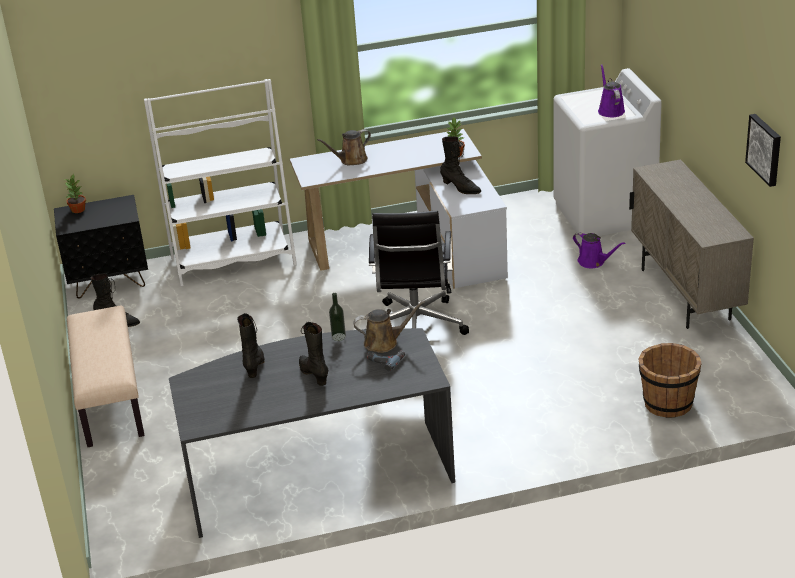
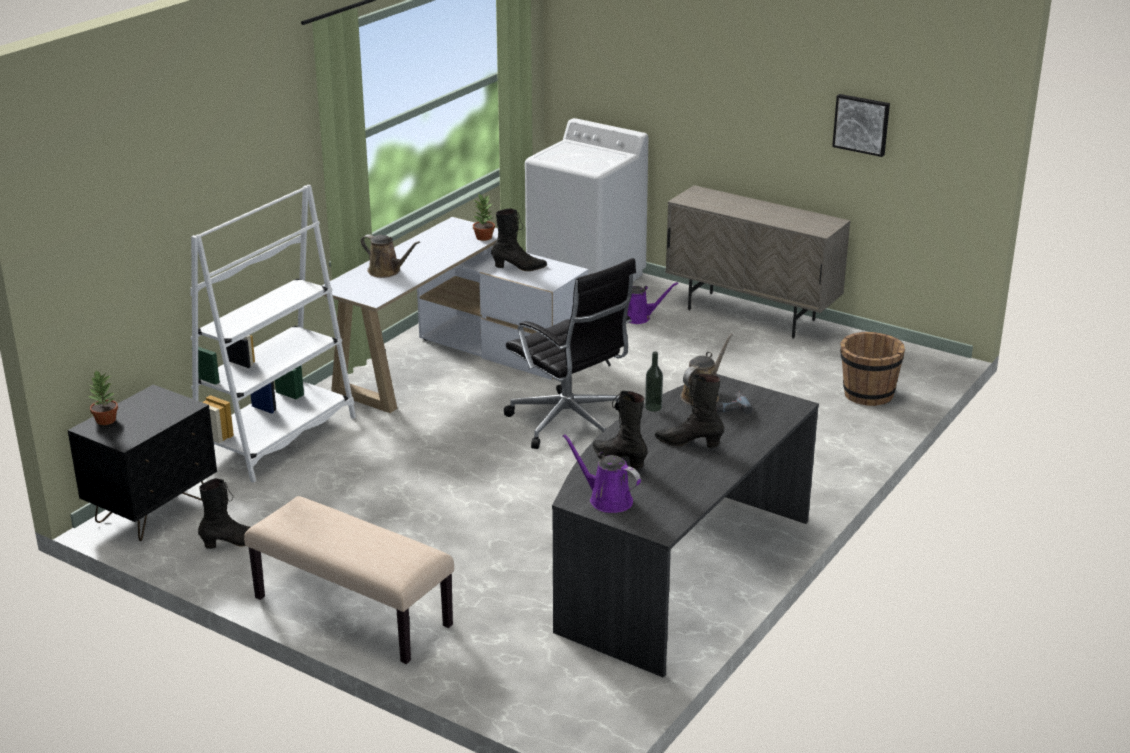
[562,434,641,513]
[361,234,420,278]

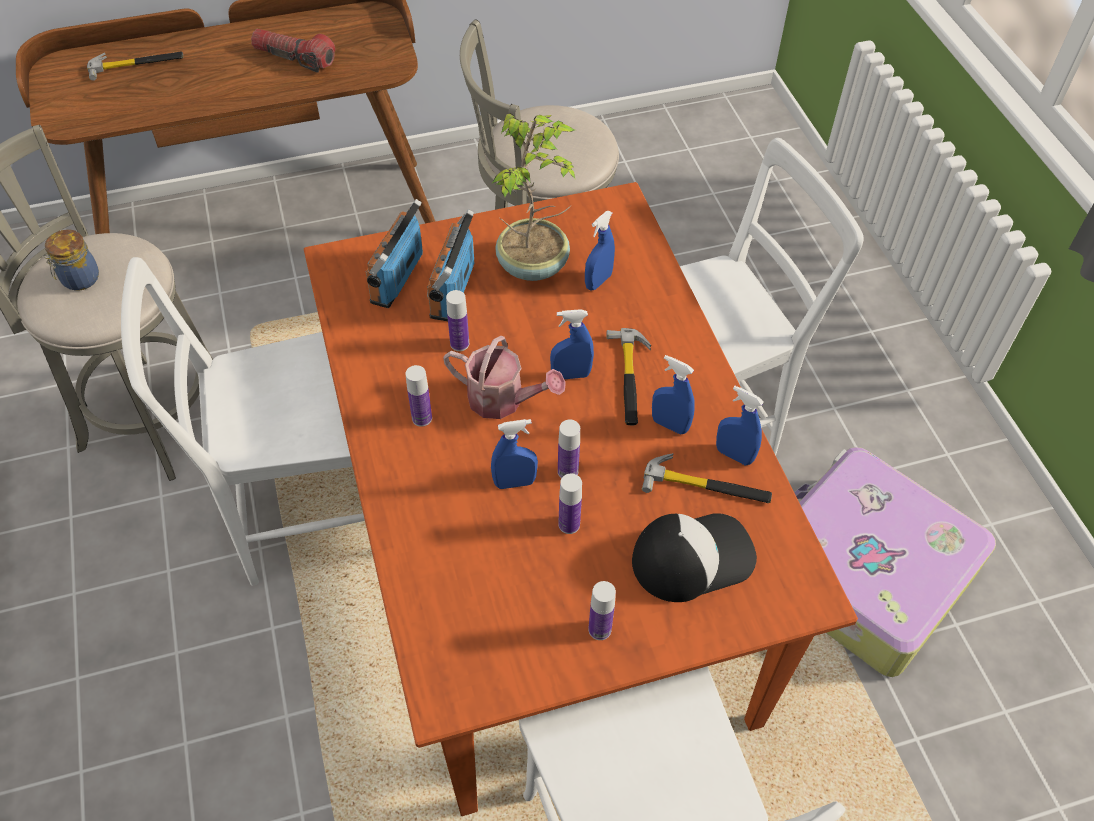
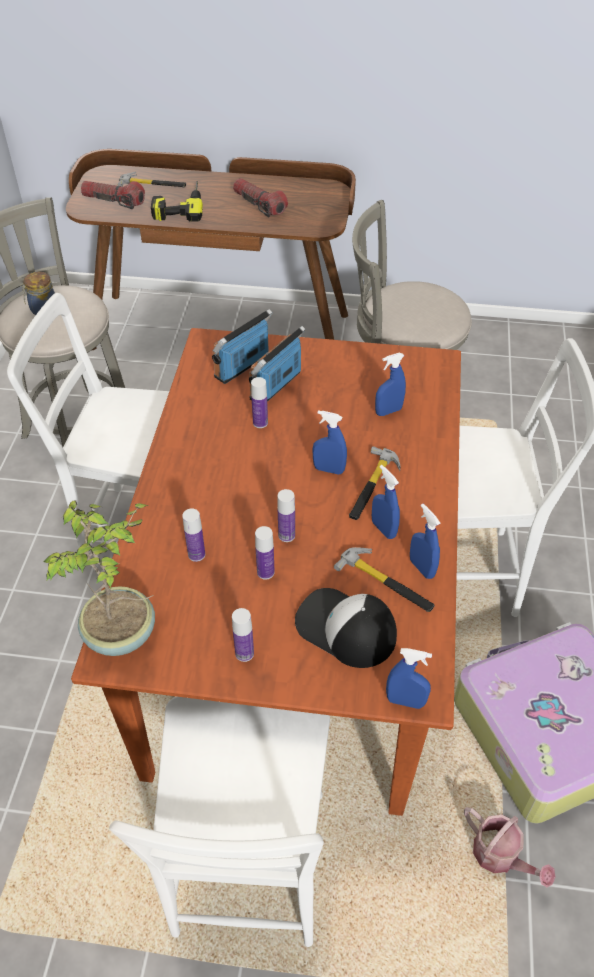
[81,181,145,209]
[151,181,203,222]
[182,508,205,562]
[464,807,556,887]
[43,500,155,656]
[386,648,432,709]
[295,588,397,668]

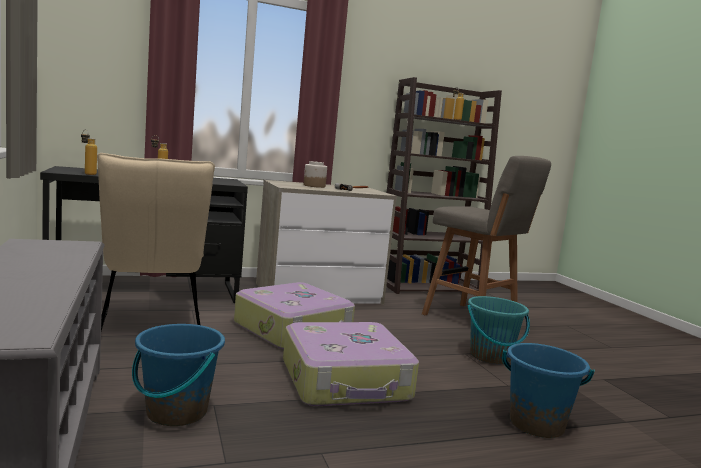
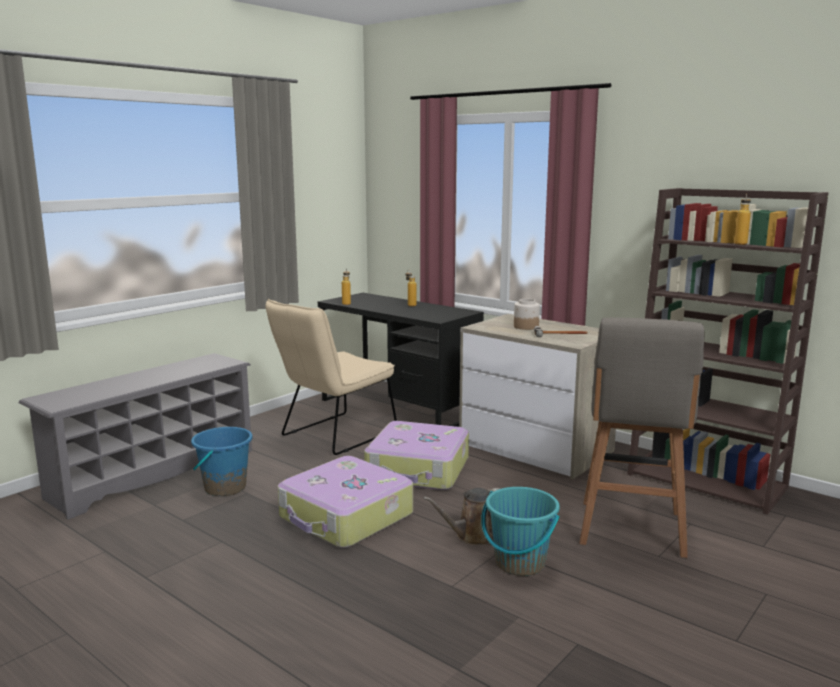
[502,343,595,438] (first image)
[423,488,500,545]

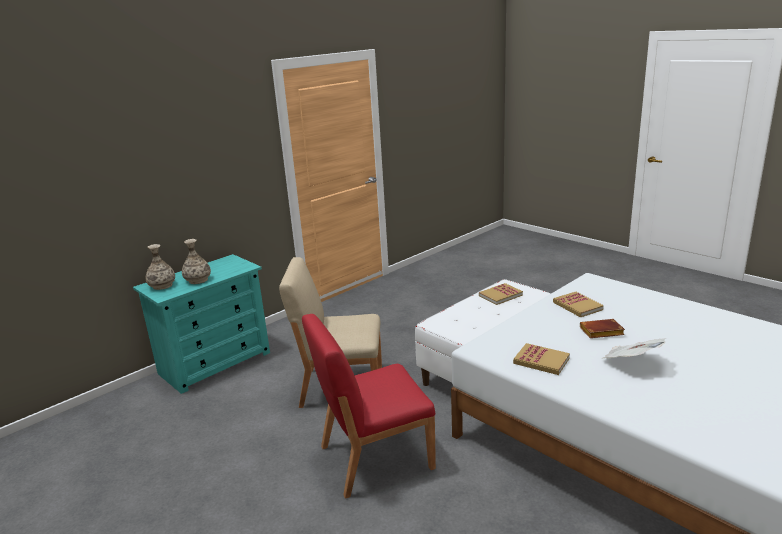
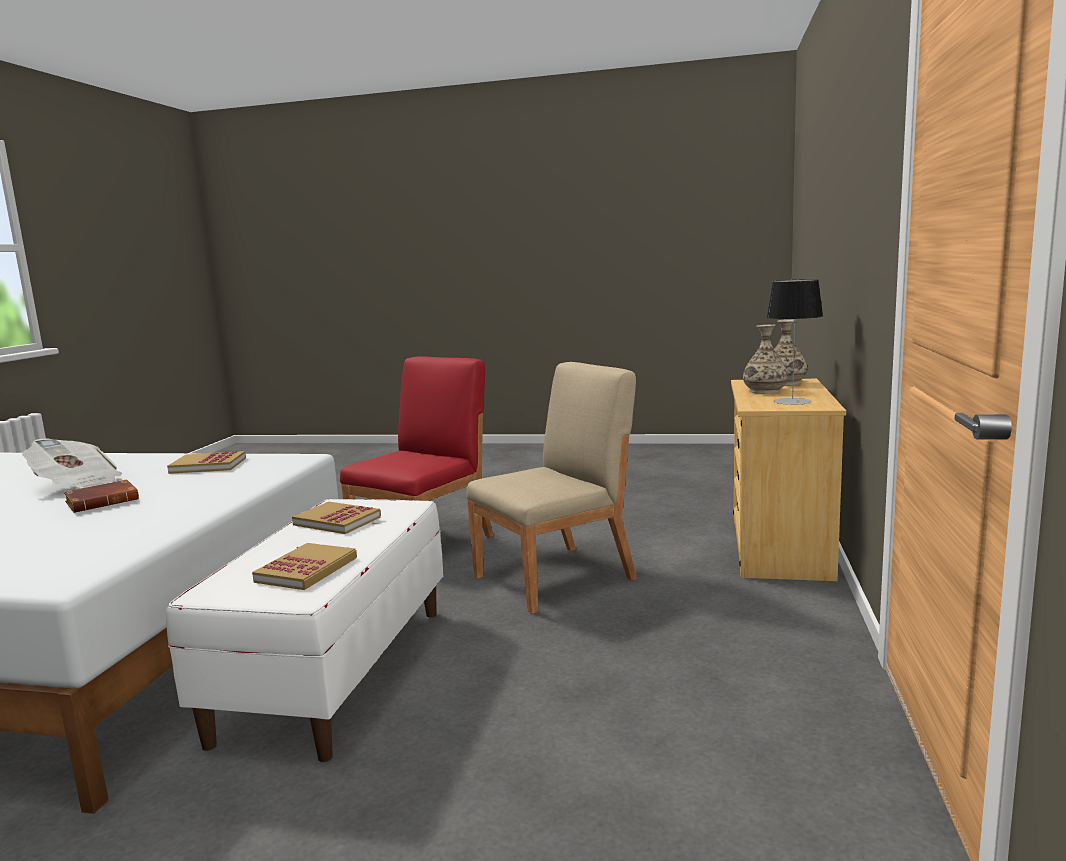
[767,279,823,405]
[292,502,381,534]
[731,379,846,581]

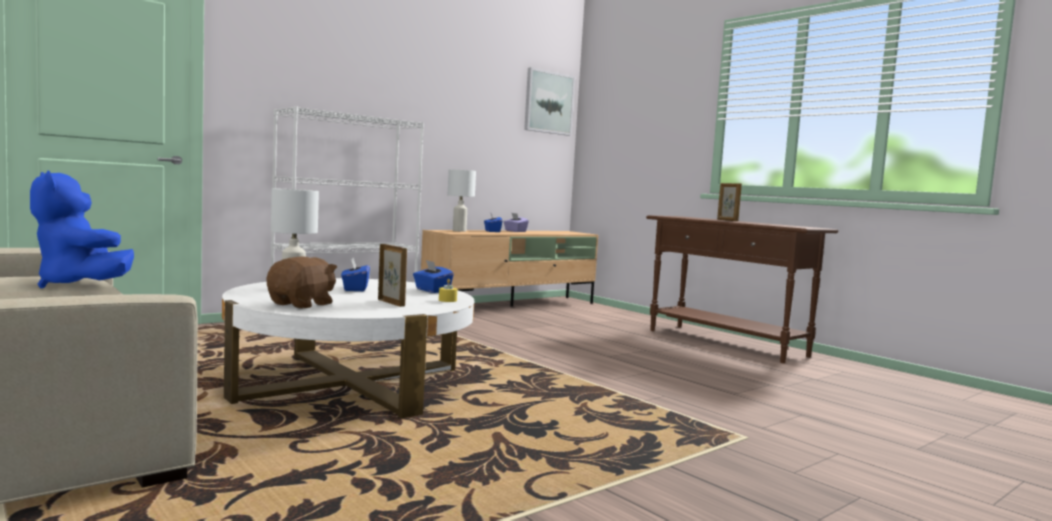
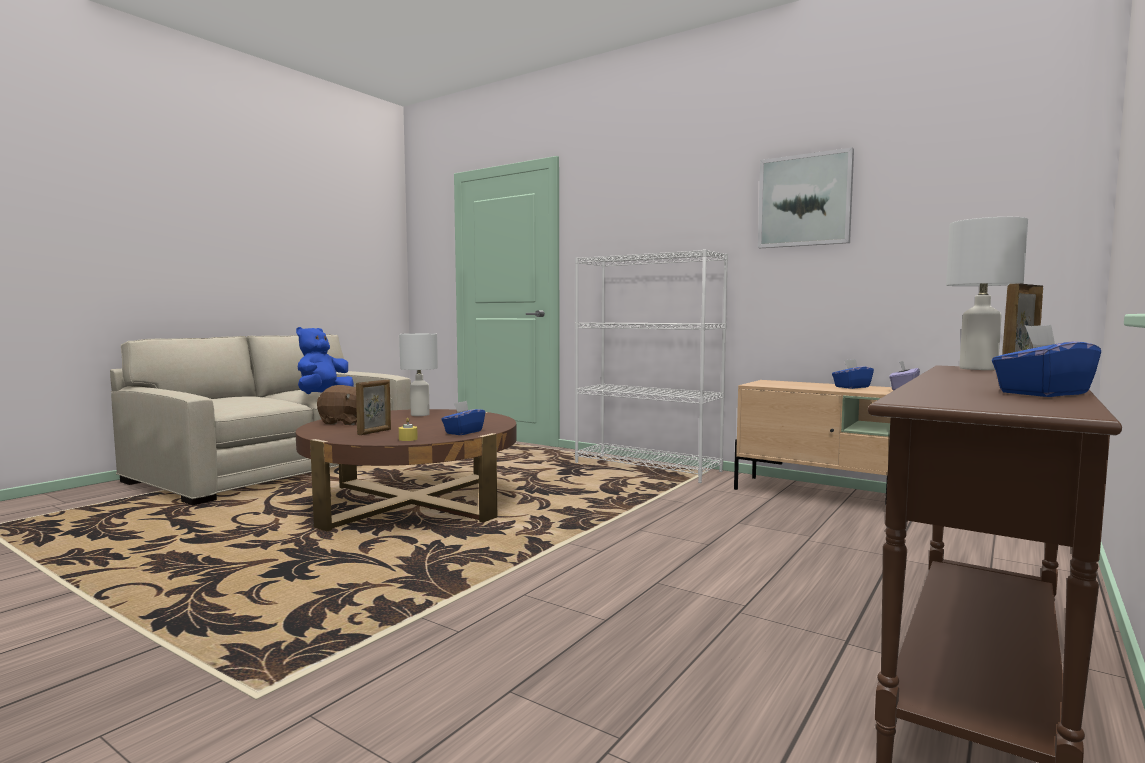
[992,325,1101,397]
[946,217,1028,370]
[758,147,854,248]
[296,409,517,531]

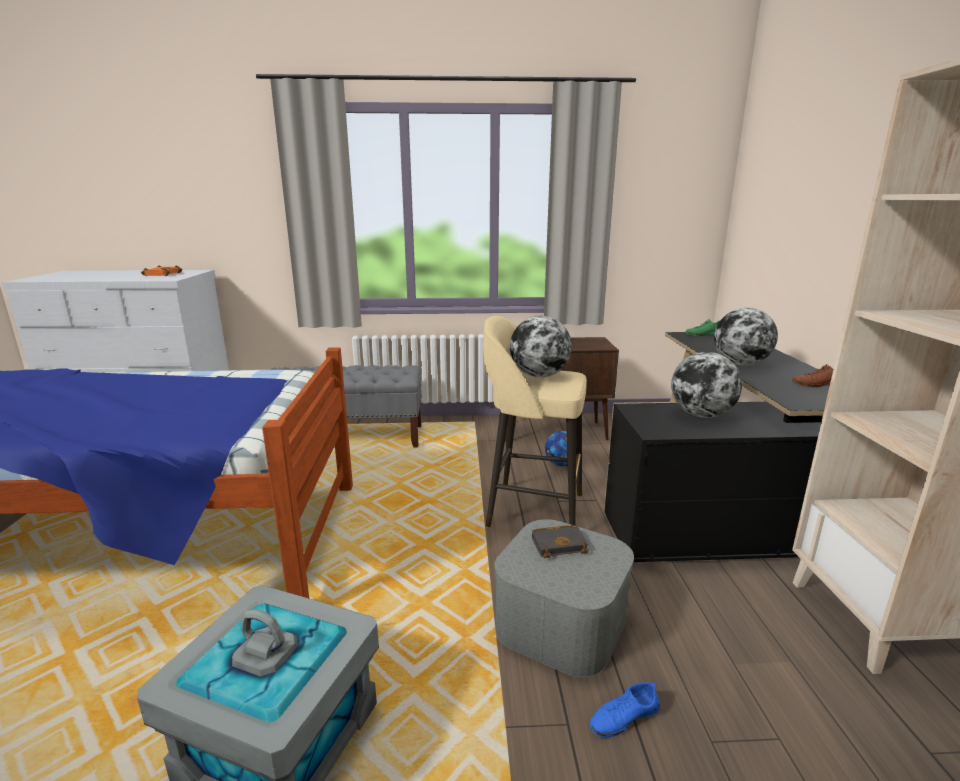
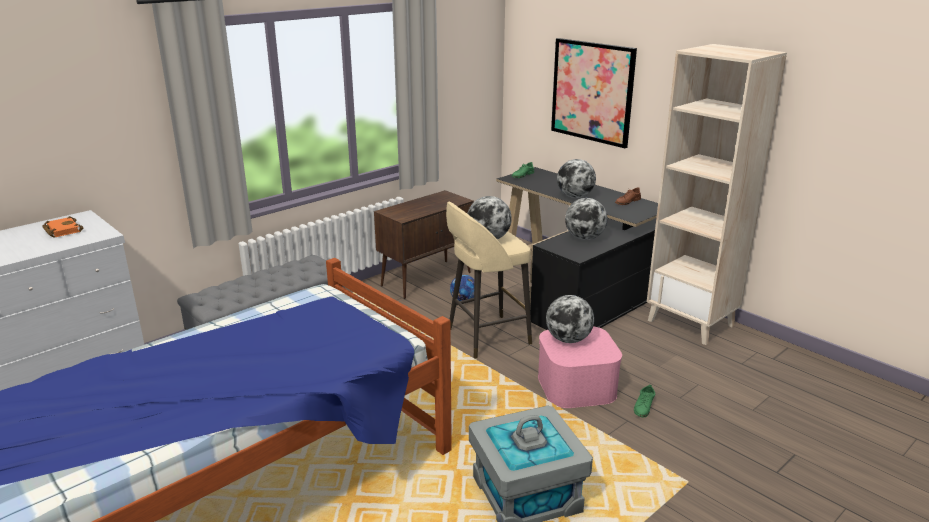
[551,38,637,148]
[546,295,594,343]
[538,326,622,408]
[634,385,655,417]

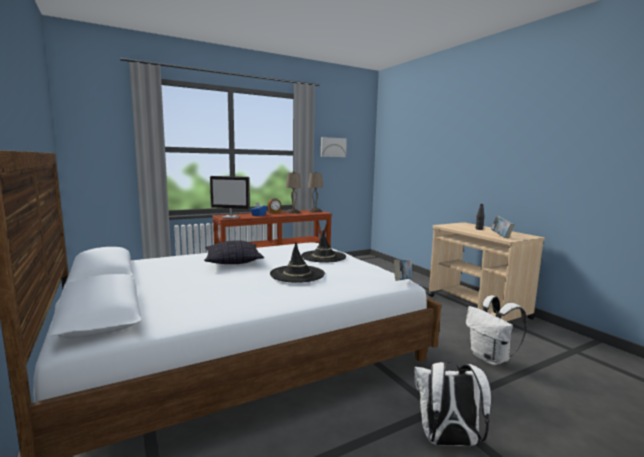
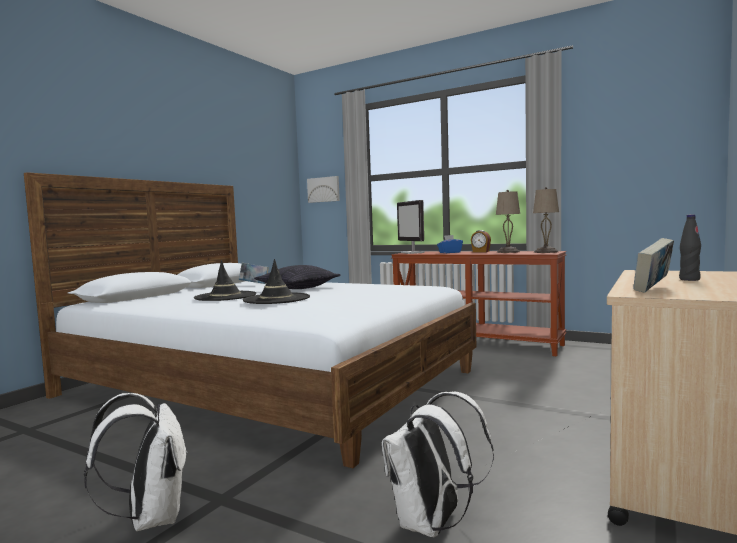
[194,260,256,301]
[307,176,340,203]
[239,263,269,284]

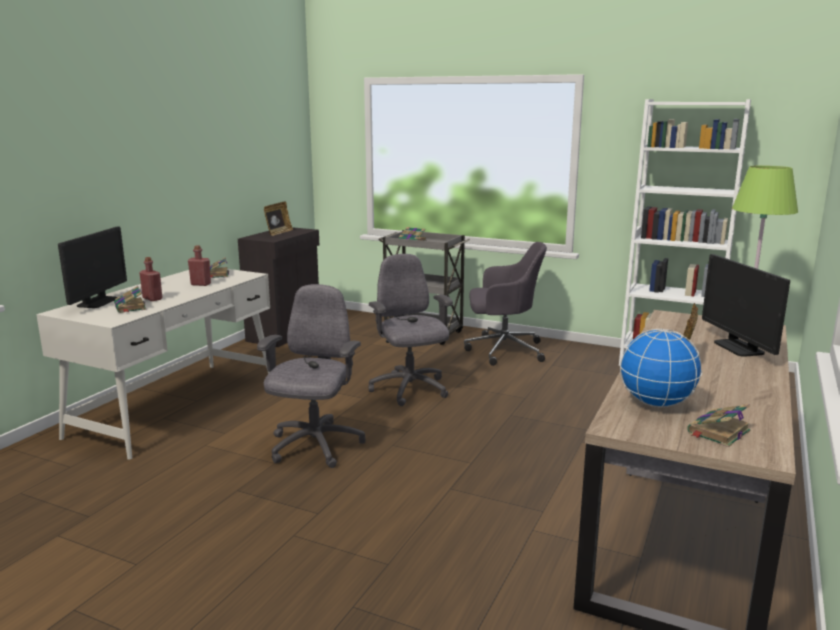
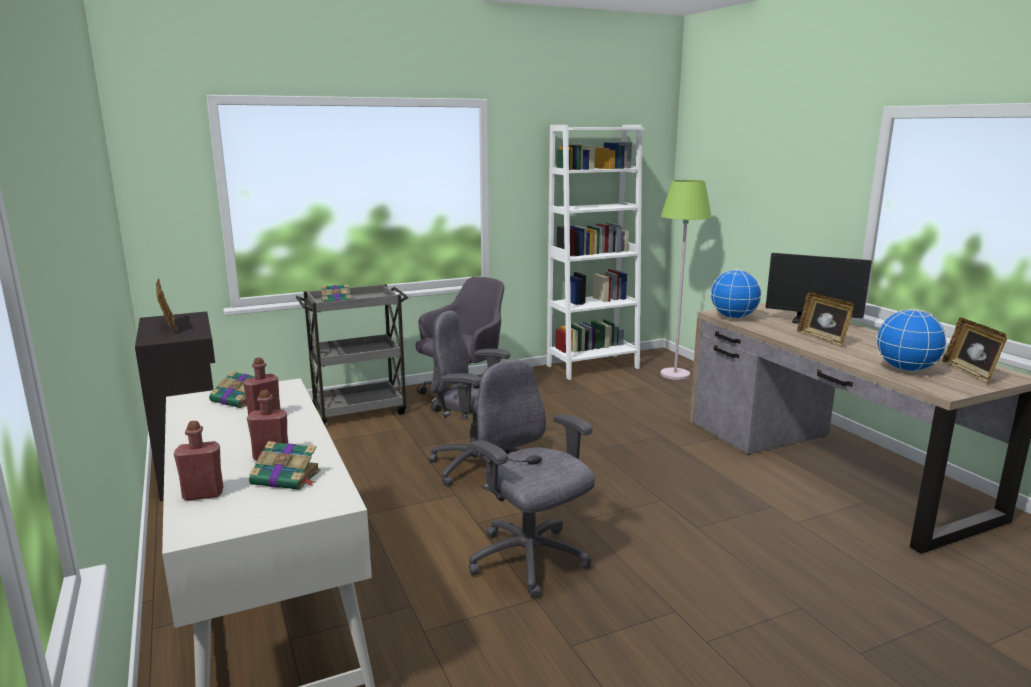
[710,269,762,319]
[174,421,223,501]
[942,318,1007,384]

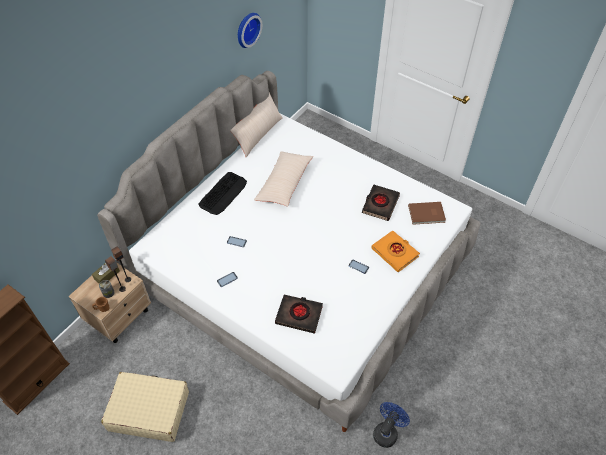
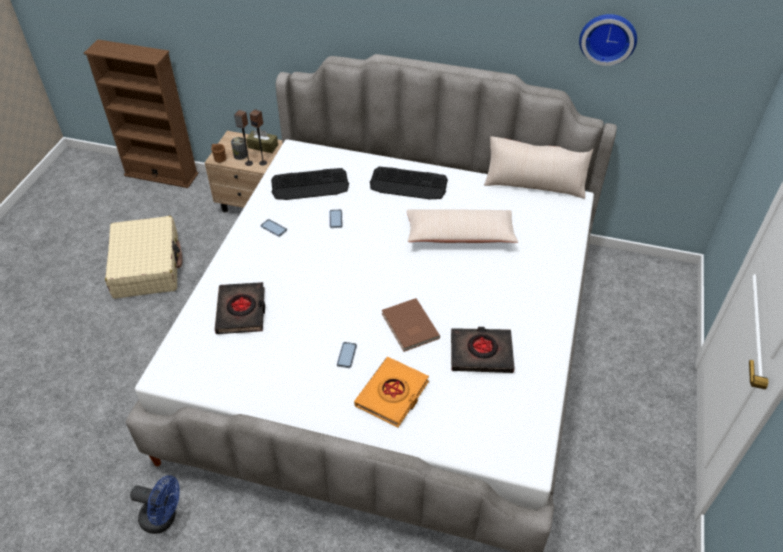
[271,168,349,200]
[382,298,440,352]

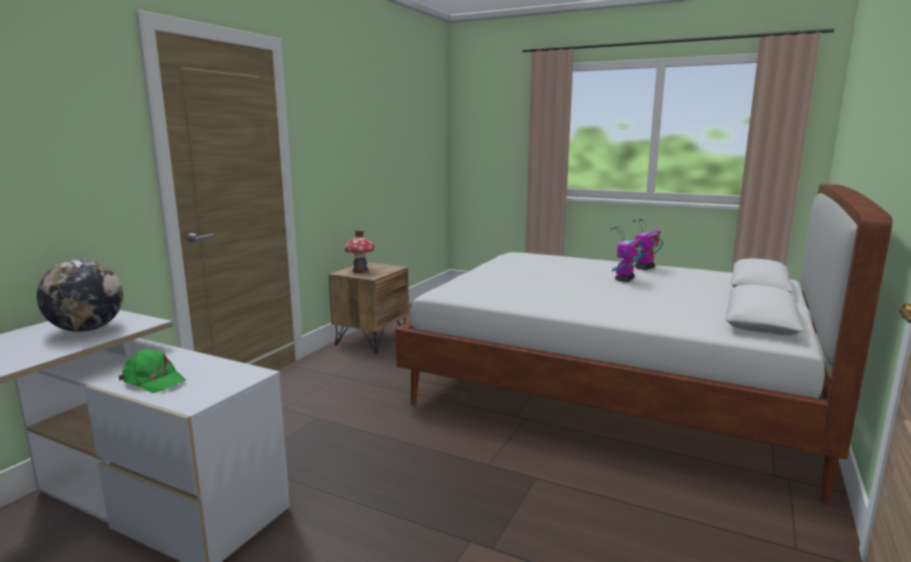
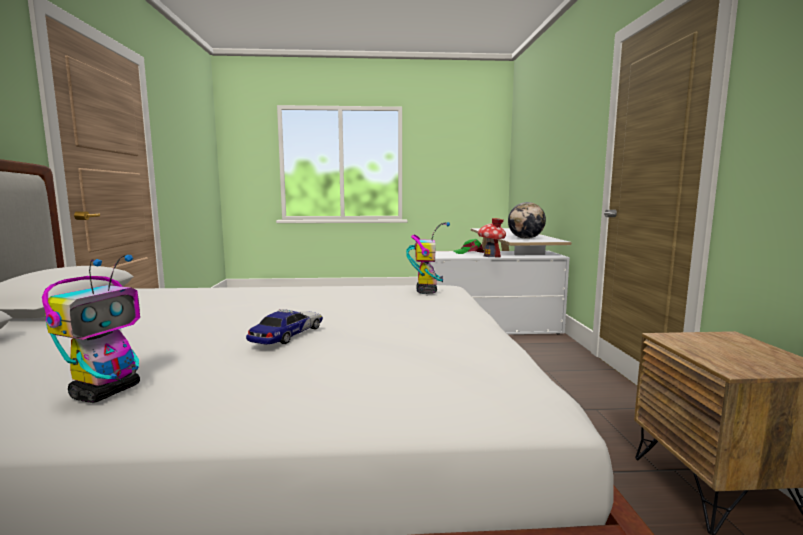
[246,309,323,345]
[478,218,506,258]
[406,222,450,294]

